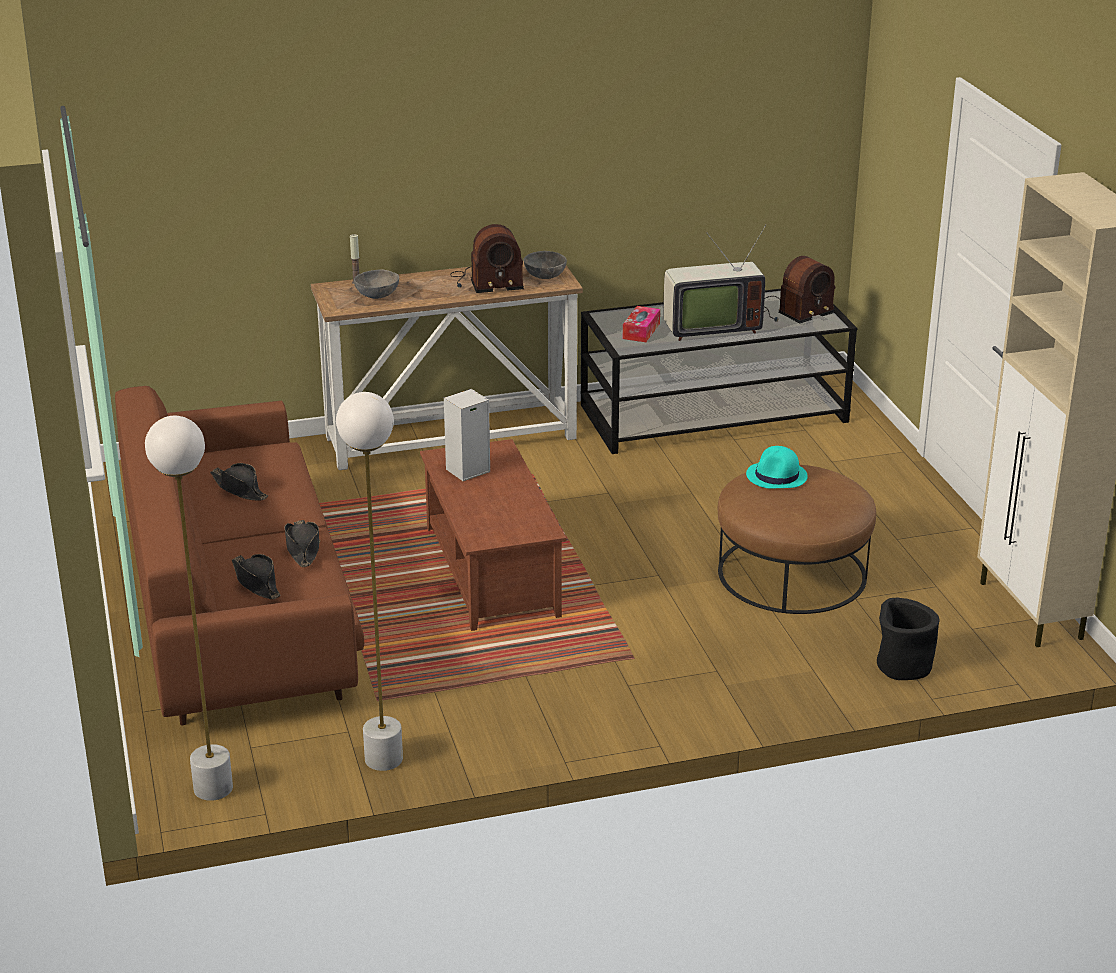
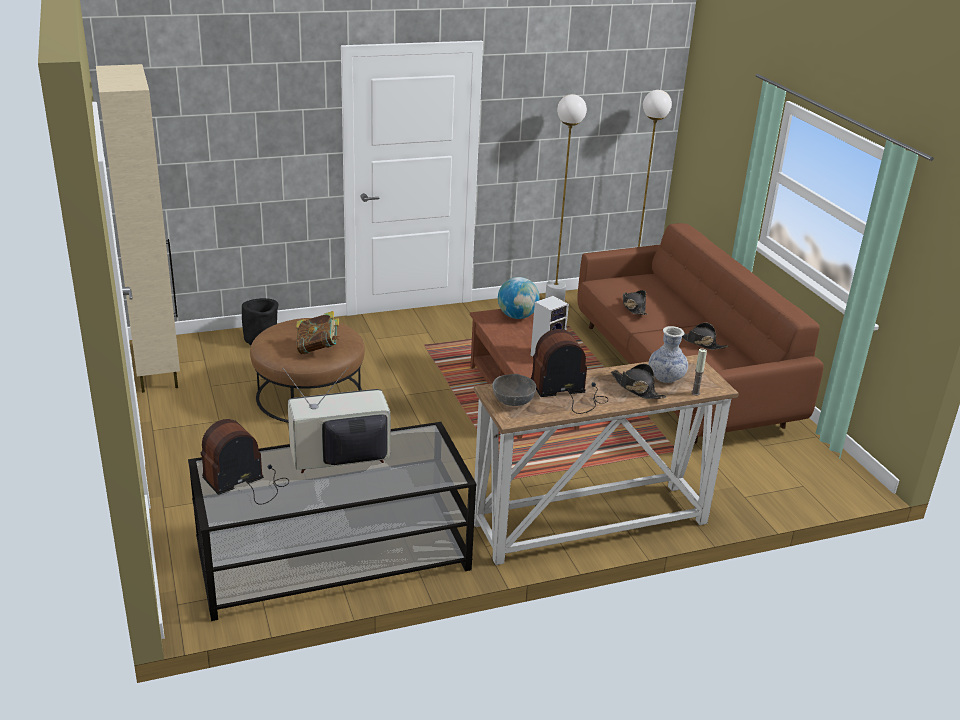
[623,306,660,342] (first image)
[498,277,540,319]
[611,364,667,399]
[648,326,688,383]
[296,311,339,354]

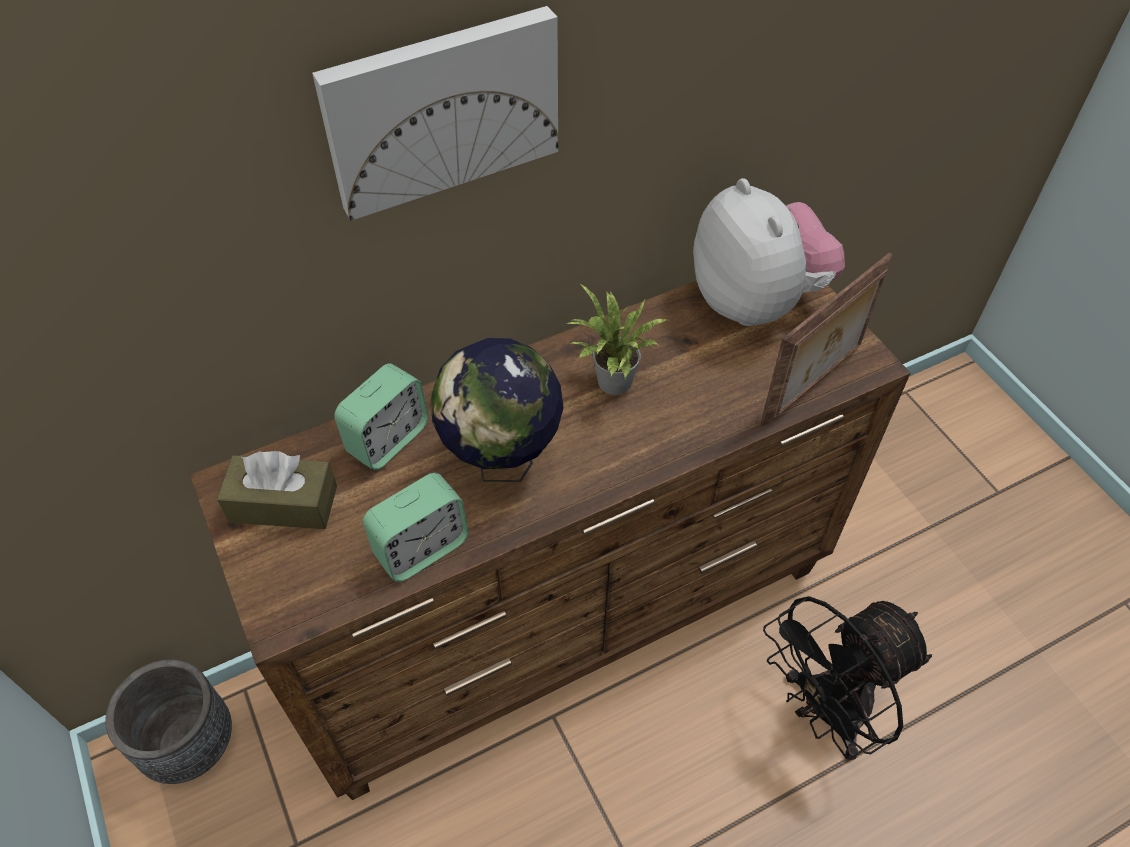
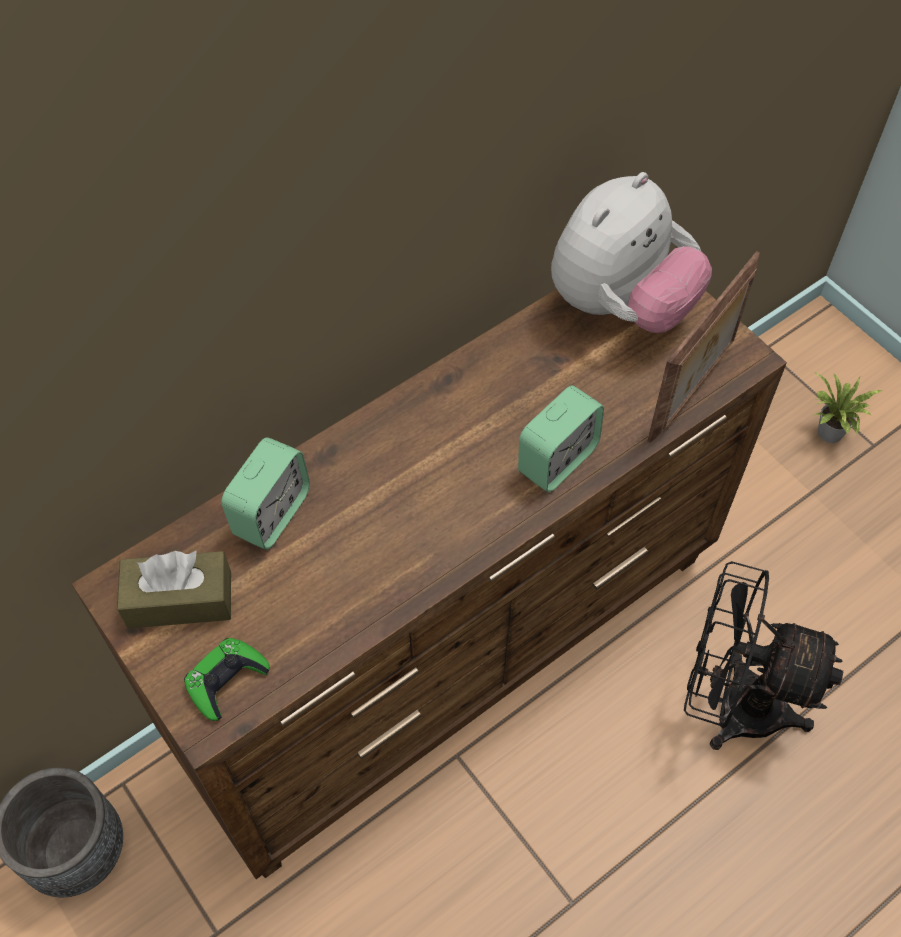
[312,6,558,221] (first image)
[430,338,564,482] (first image)
[184,638,270,721]
[518,385,604,493]
[813,371,882,443]
[551,172,712,333]
[684,561,843,750]

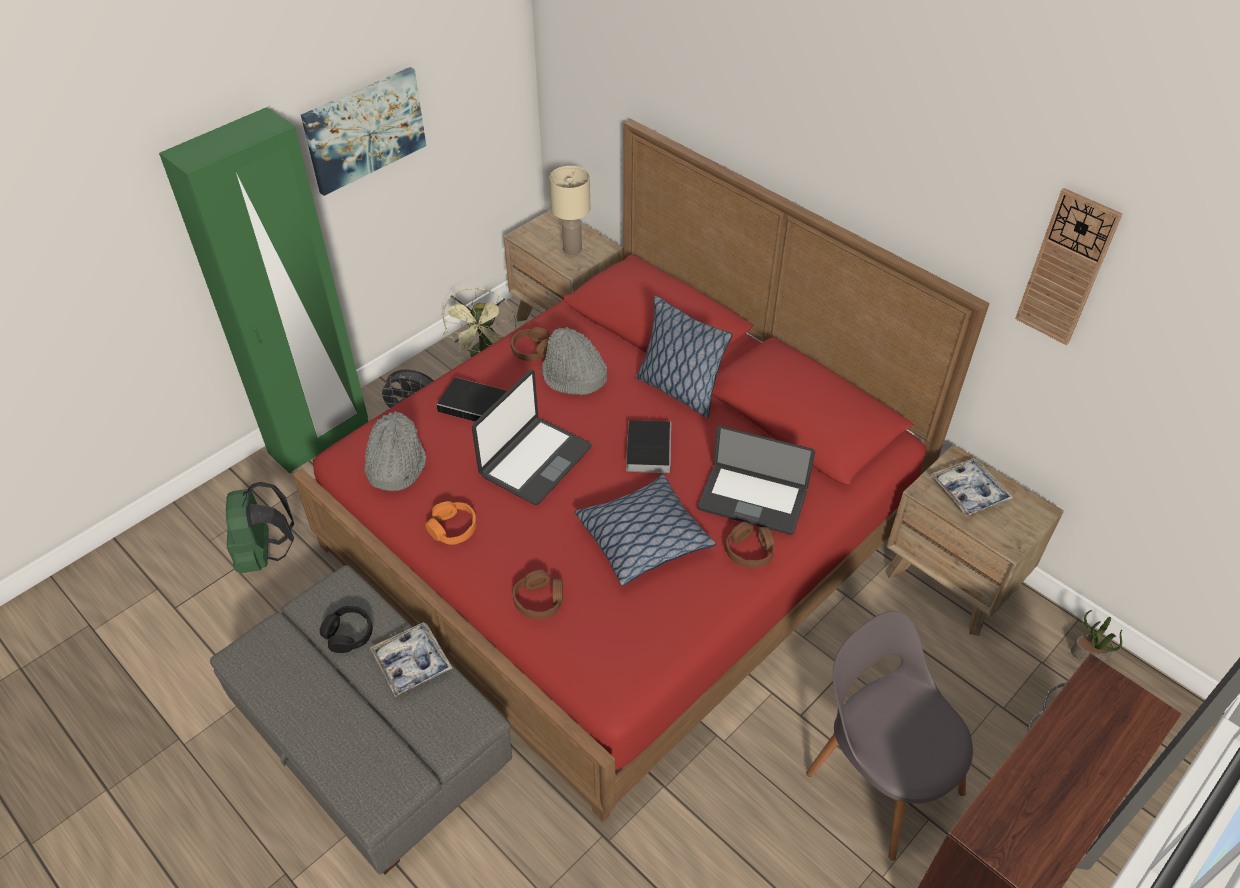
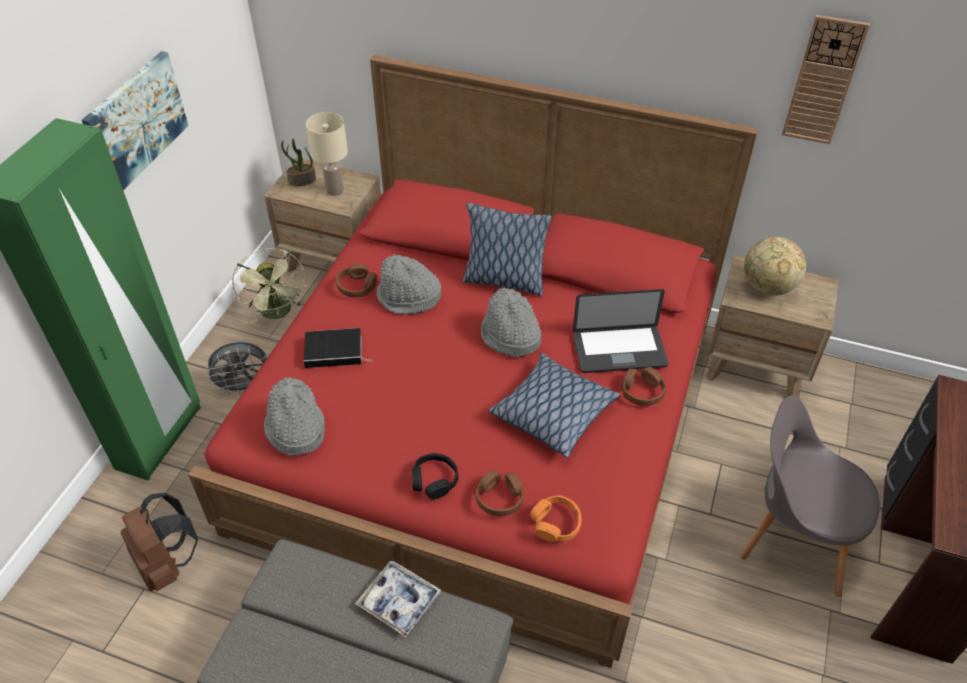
[472,370,592,505] (first image)
[412,453,458,499]
[530,495,582,542]
[281,139,316,186]
[481,288,542,357]
[744,237,806,296]
[121,493,198,591]

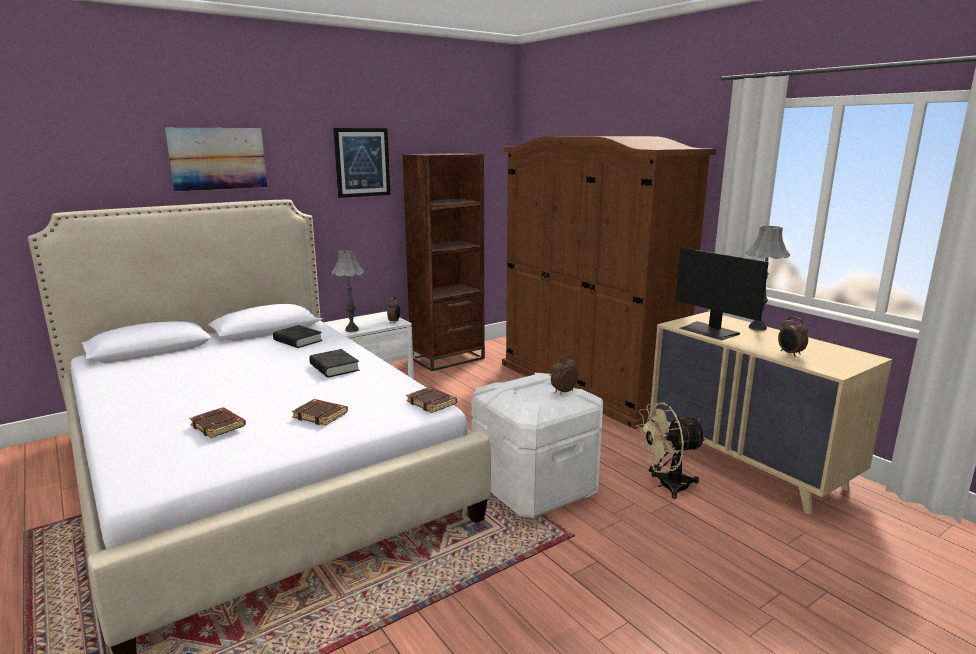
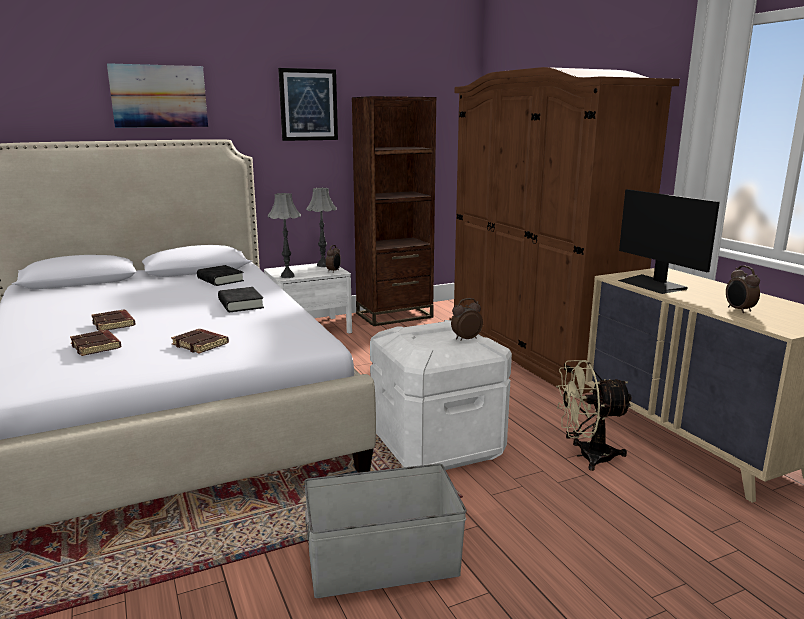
[304,464,467,598]
[91,310,135,331]
[306,188,337,267]

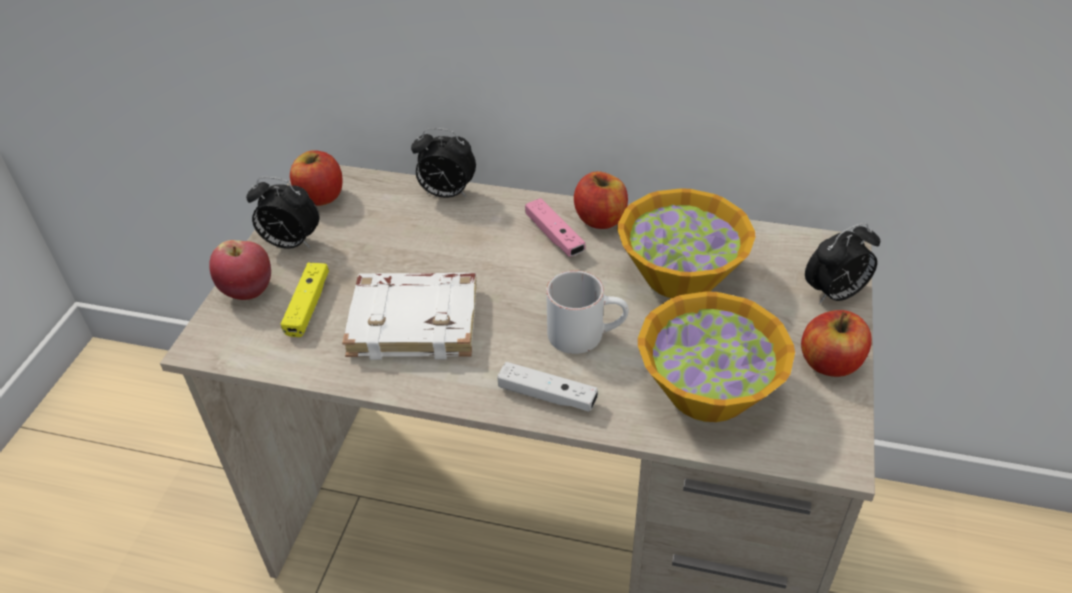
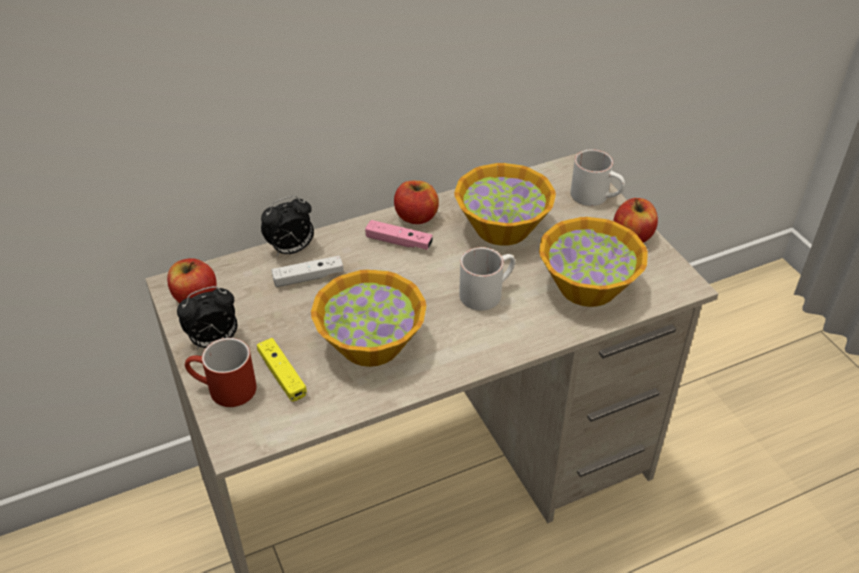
[272,256,344,287]
[185,338,257,407]
[311,269,426,367]
[570,149,625,206]

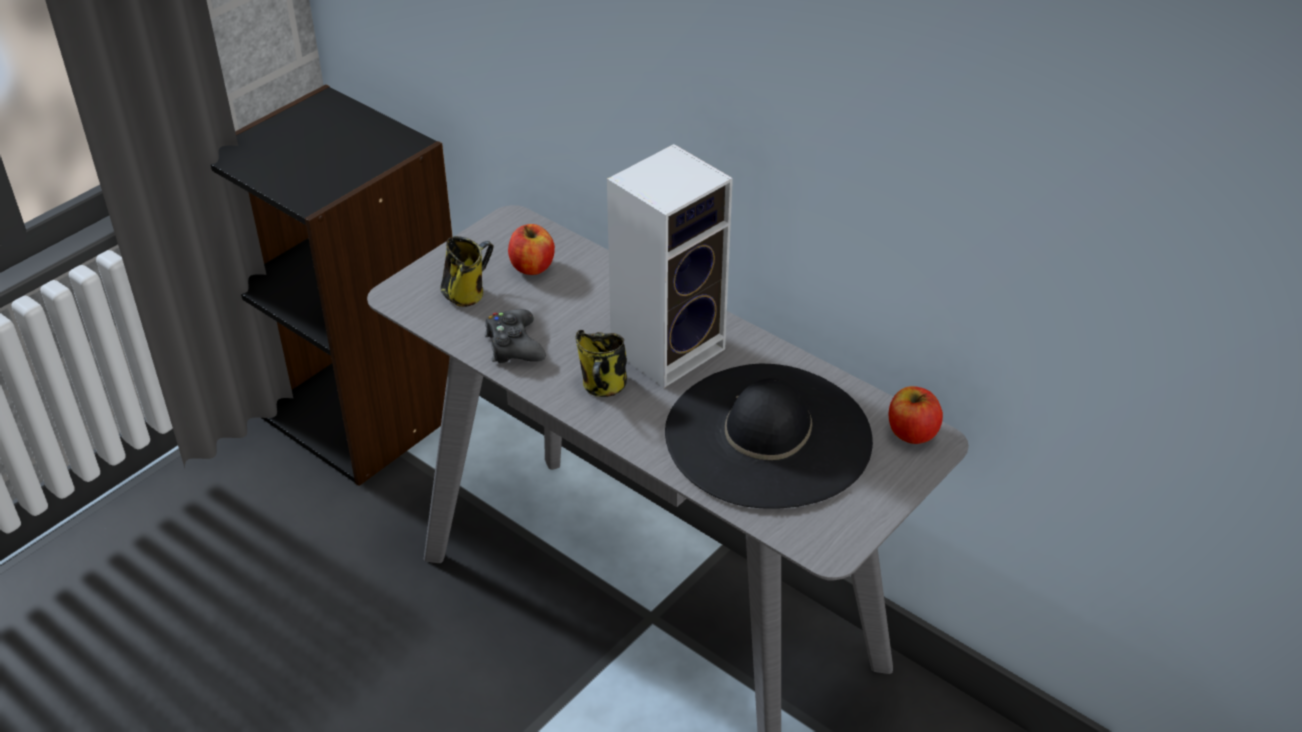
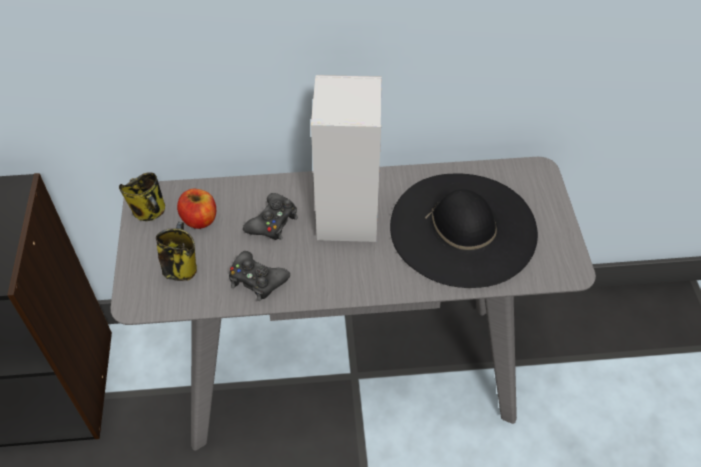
[889,386,943,444] (first image)
[243,193,298,240]
[119,172,165,221]

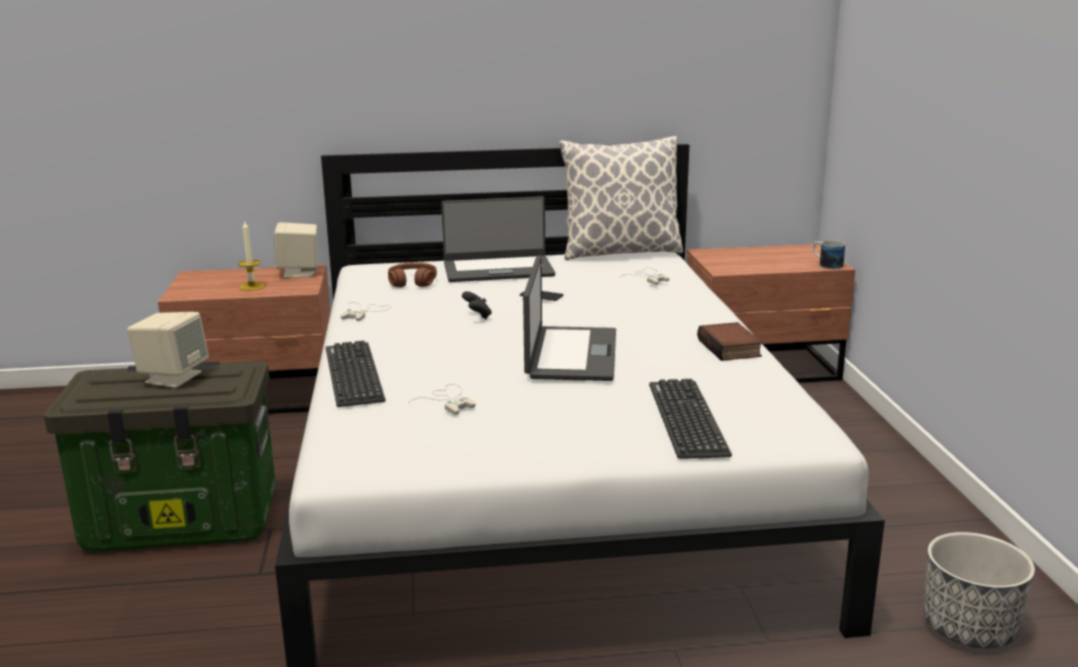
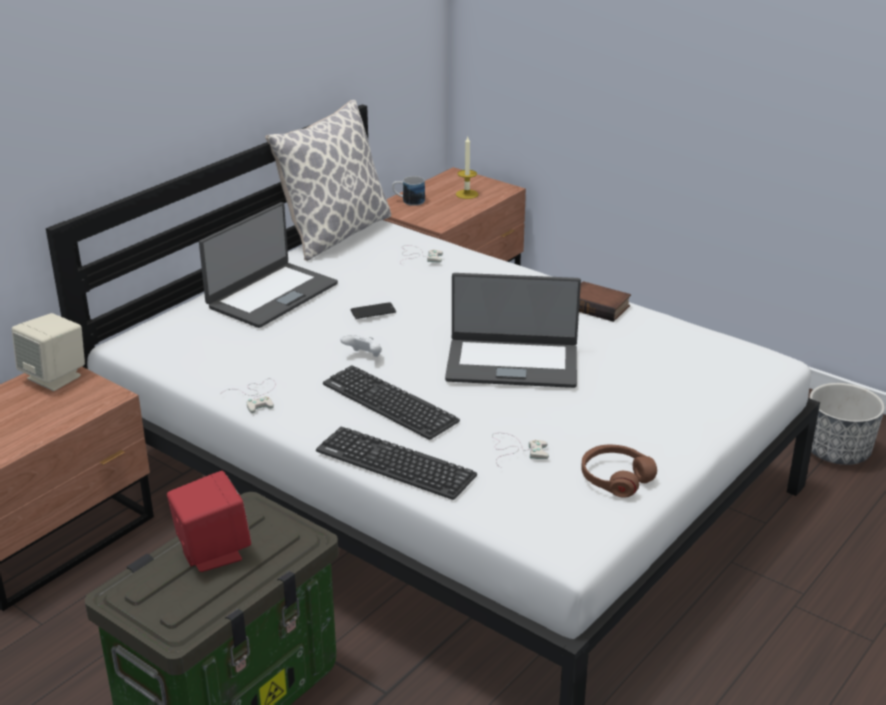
[456,137,478,199]
[581,445,657,498]
[323,365,460,440]
[392,176,425,206]
[167,471,251,572]
[340,335,382,357]
[445,273,581,388]

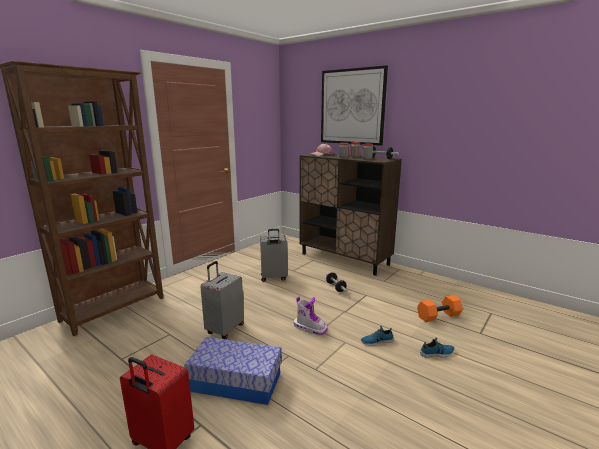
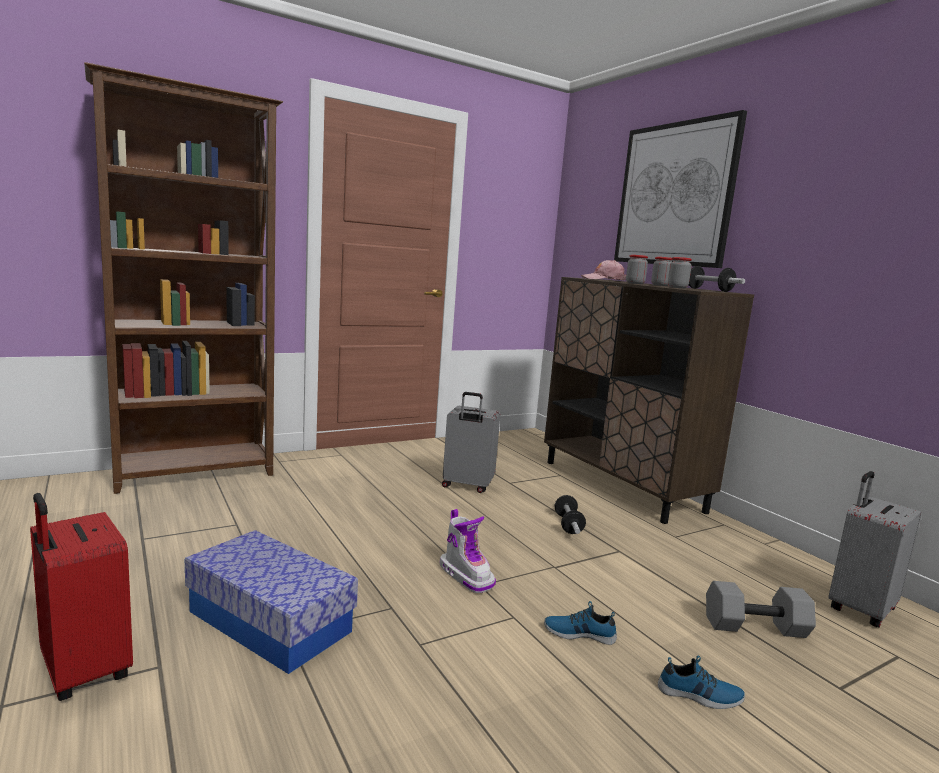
[828,471,921,628]
[706,581,816,638]

